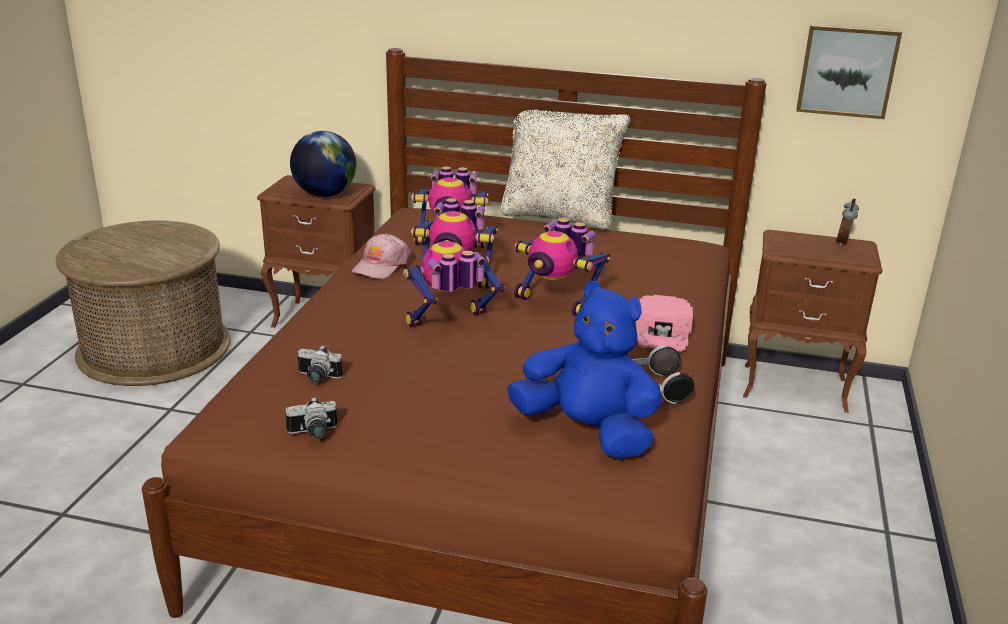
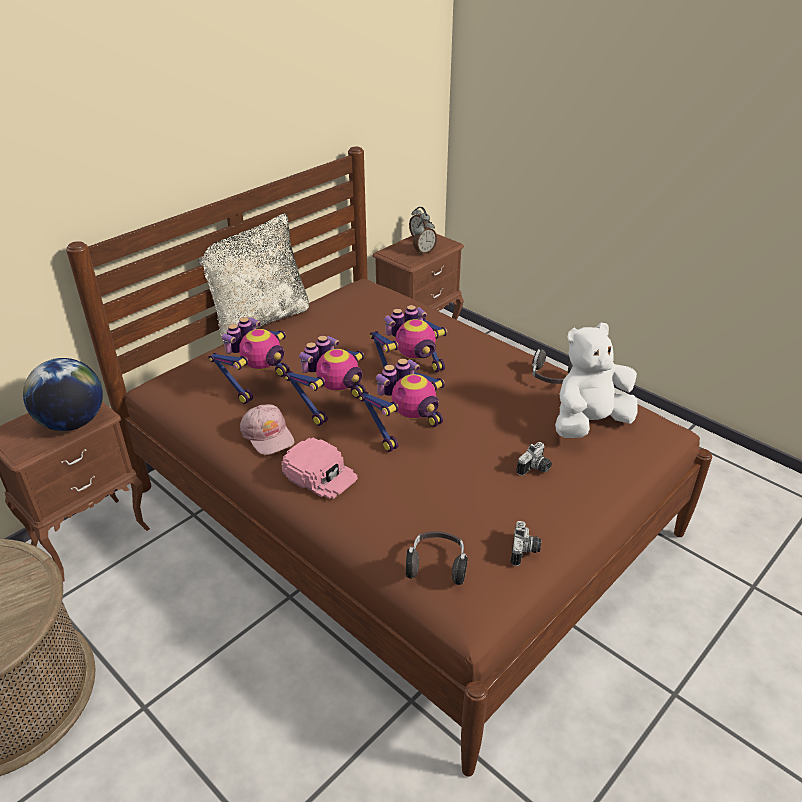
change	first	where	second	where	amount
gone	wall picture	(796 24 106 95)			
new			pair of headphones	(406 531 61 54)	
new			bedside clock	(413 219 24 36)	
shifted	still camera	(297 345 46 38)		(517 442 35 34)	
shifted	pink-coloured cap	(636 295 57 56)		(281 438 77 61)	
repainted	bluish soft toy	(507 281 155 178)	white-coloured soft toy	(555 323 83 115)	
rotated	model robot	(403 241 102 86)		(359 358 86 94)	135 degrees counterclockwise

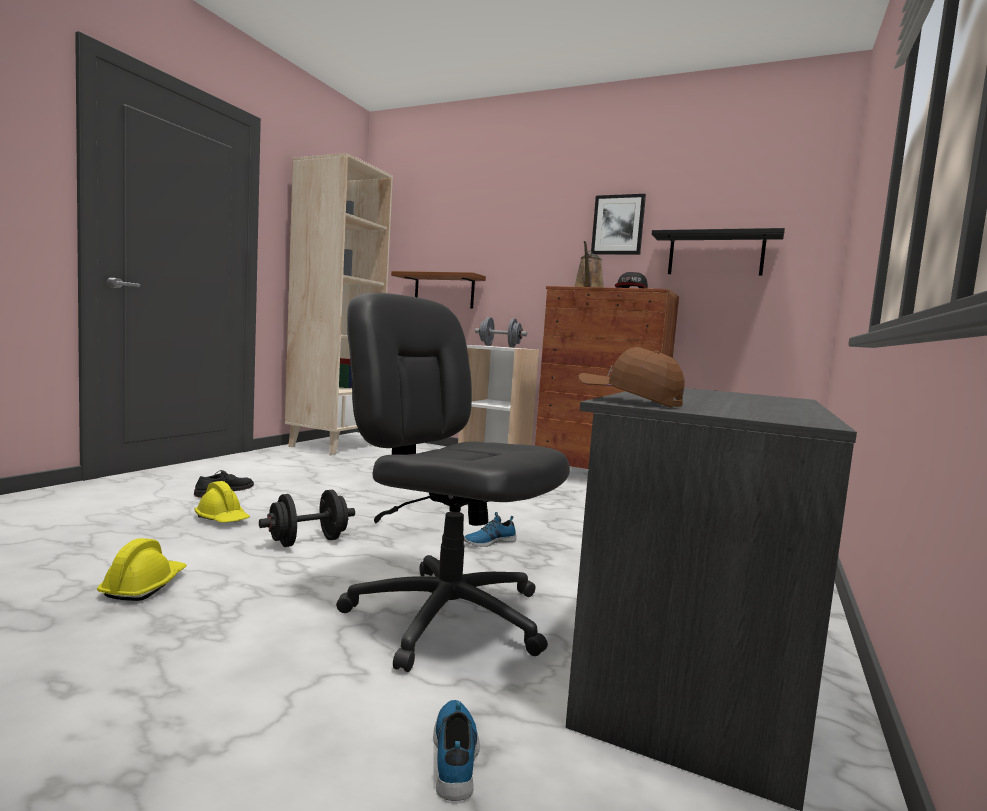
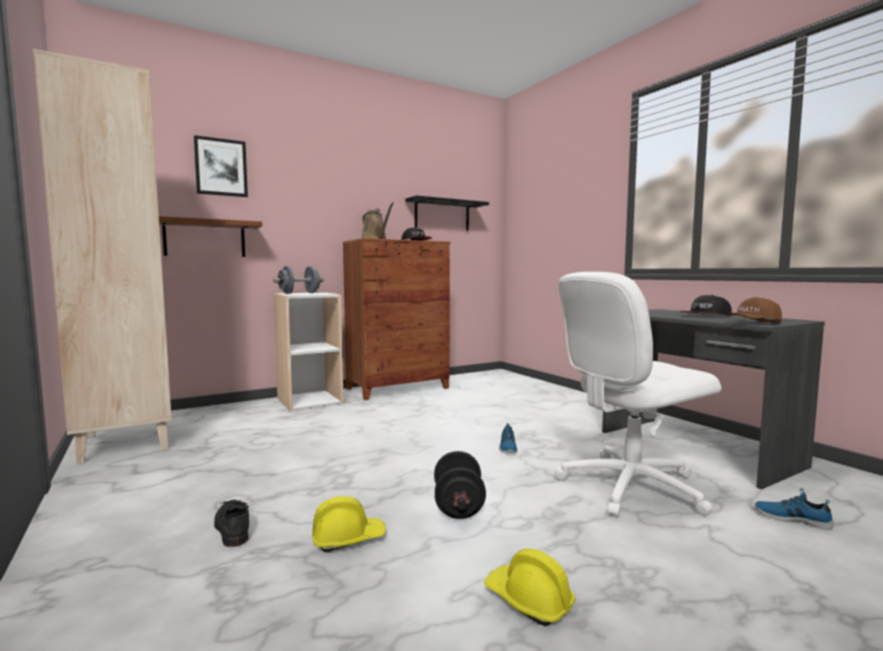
change	first	where	second	where	amount
new			cap	(680 295 52 20)	
shifted	wall picture	(591 194 55 61)		(194 135 54 62)	
repainted	blackish desk chair	(336 293 234 379)	white-coloured desk chair	(555 272 167 245)	

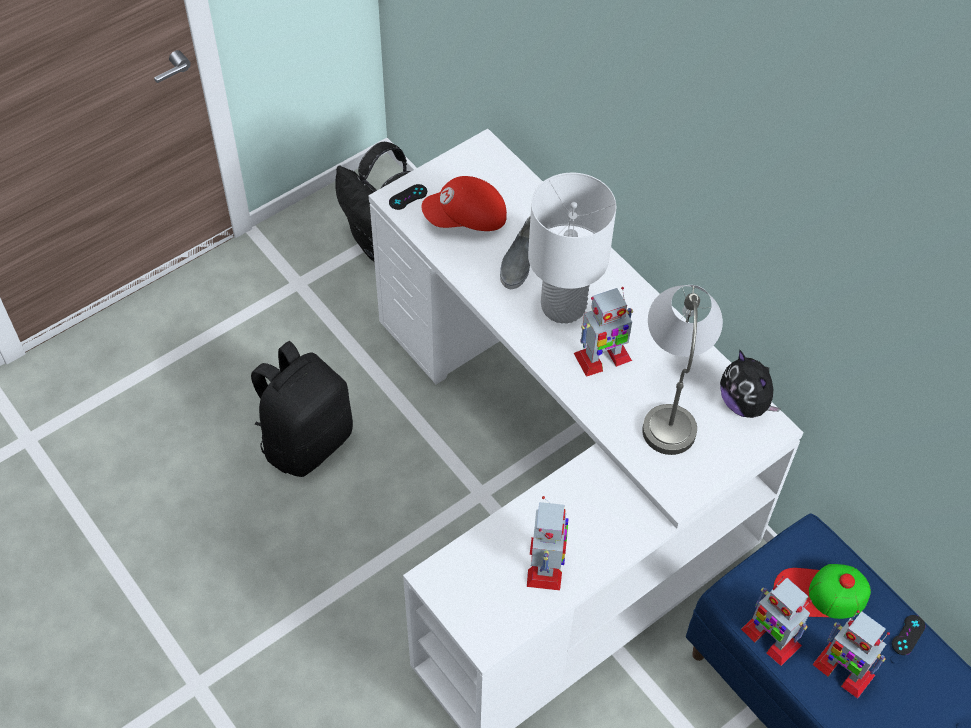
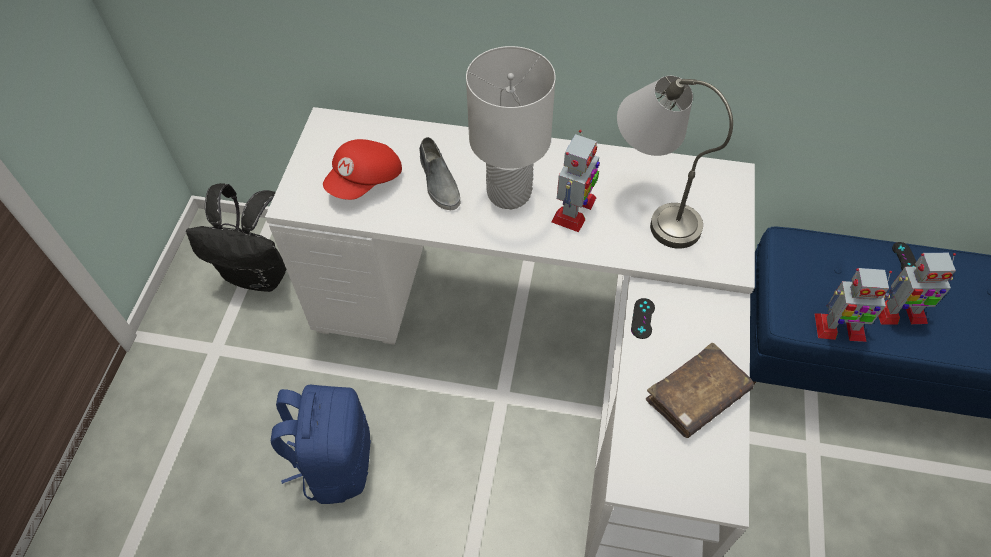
change	first	where	second	where	amount
gone	soft toy	(720 349 61 69)			
gone	cap	(773 564 98 55)			
shifted	blackish gamepad	(389 184 38 26)		(631 298 24 41)	
swapped	model robot	(527 496 42 94)	brown book	(646 343 108 95)	
repainted	blackish knapsack	(251 341 102 136)	bluish knapsack	(271 385 100 119)	

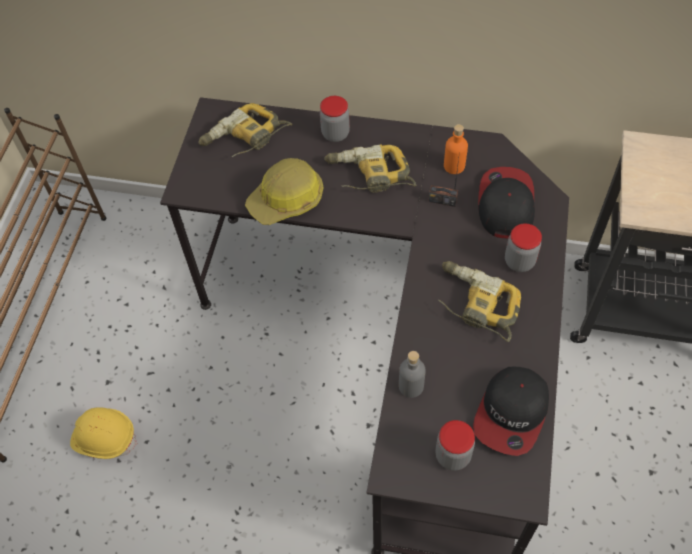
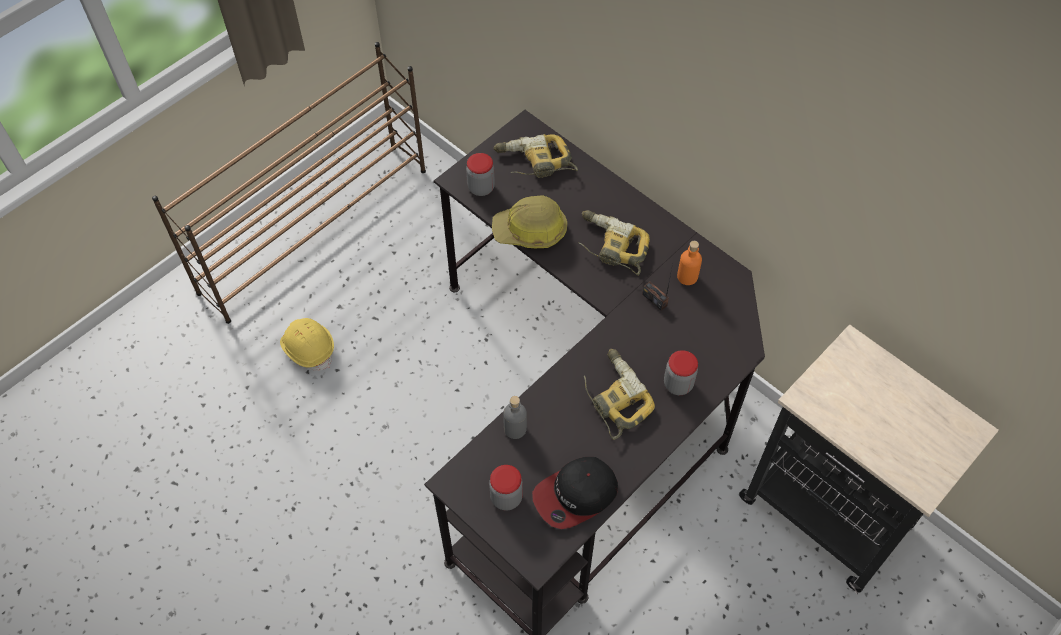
change	first	where	second	where	amount
gone	cap	(478 167 57 71)			
shifted	preserve jar	(320 96 30 46)		(466 153 29 43)	

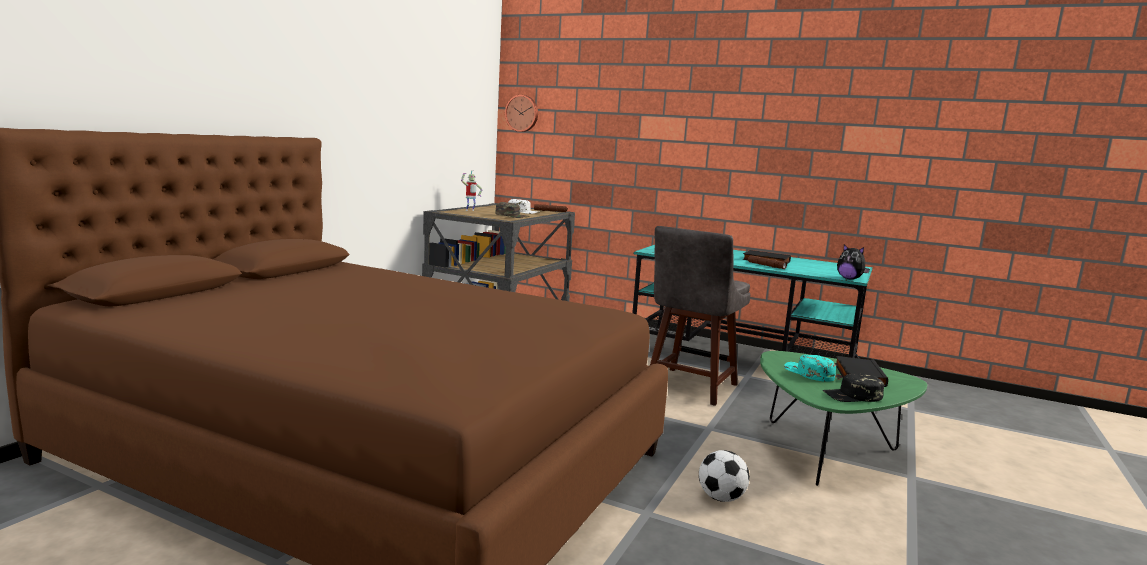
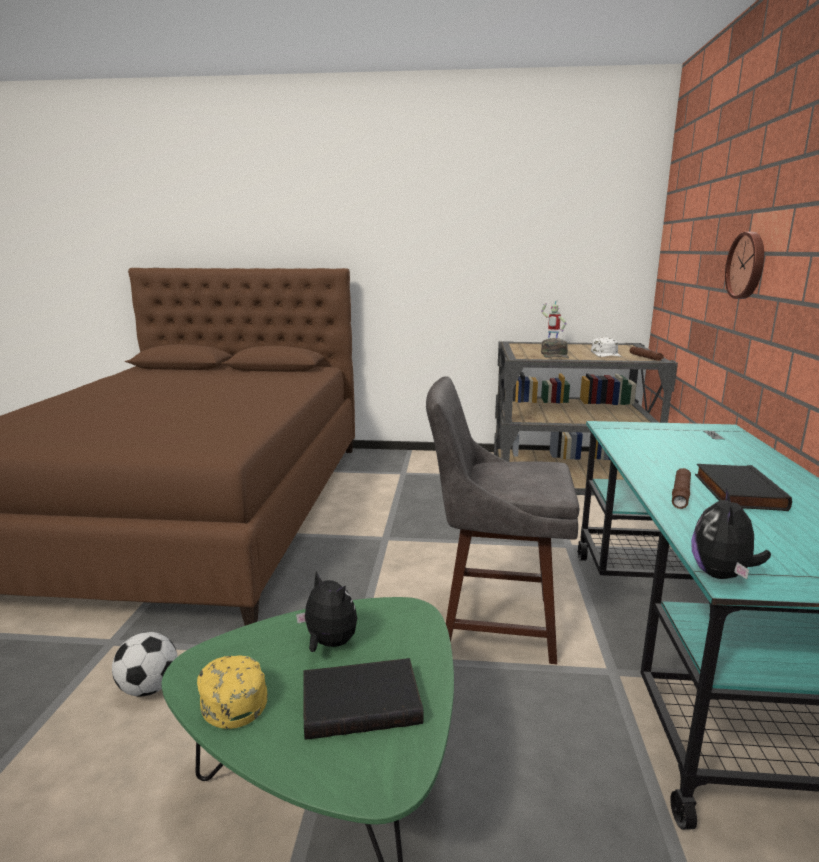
change	first	where	second	where	amount
shifted	wall clock	(505 95 33 37)		(725 232 39 67)	
swapped	turquoise-coloured cap	(784 355 52 27)	soft toy	(296 571 61 81)	
repainted	blackish cap	(823 373 61 29)	yellow-coloured cap	(197 655 70 74)	

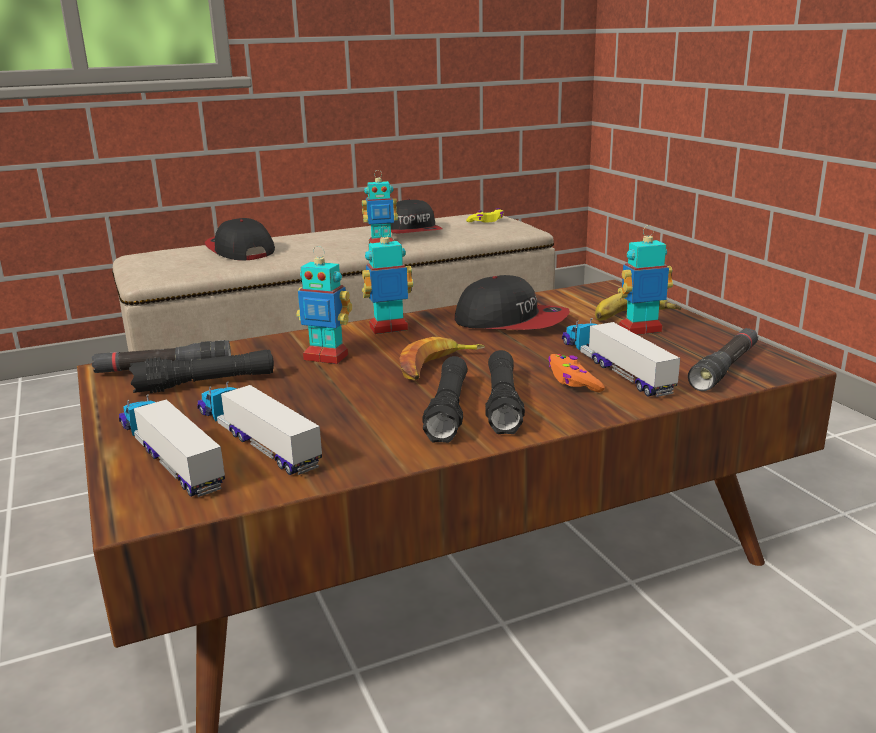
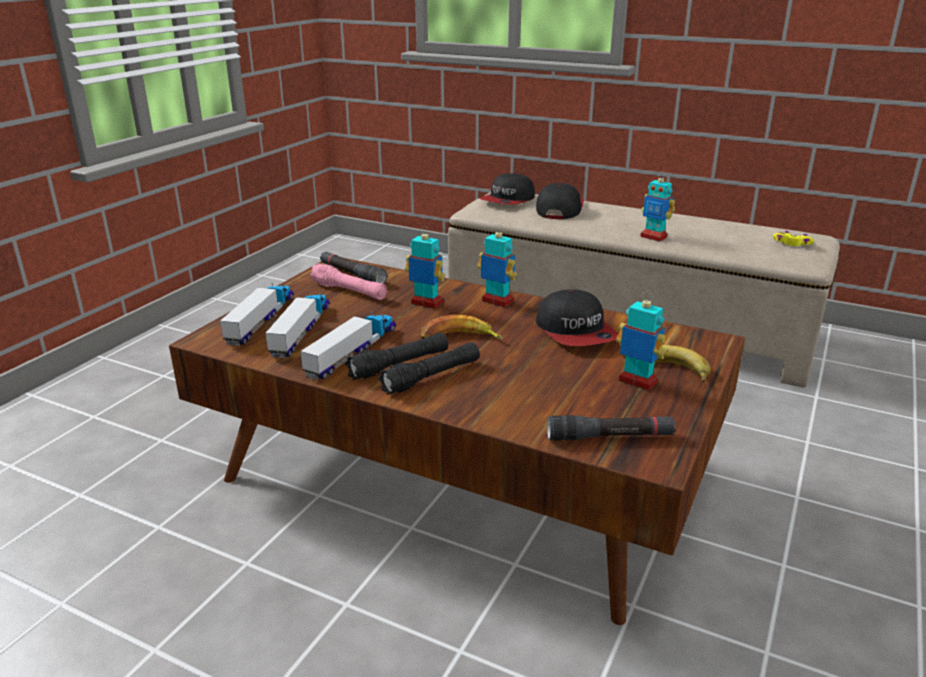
change	first	where	second	where	amount
gone	orangey gamepad	(548 354 57 38)			
shifted	cap	(391 198 52 35)		(480 173 55 32)	
shifted	model truck	(562 318 118 79)		(301 311 95 69)	
repainted	blackish torch	(129 349 145 44)	pink-coloured torch	(310 264 77 36)	
rotated	model robot	(296 246 56 118)		(405 226 40 83)	135 degrees clockwise

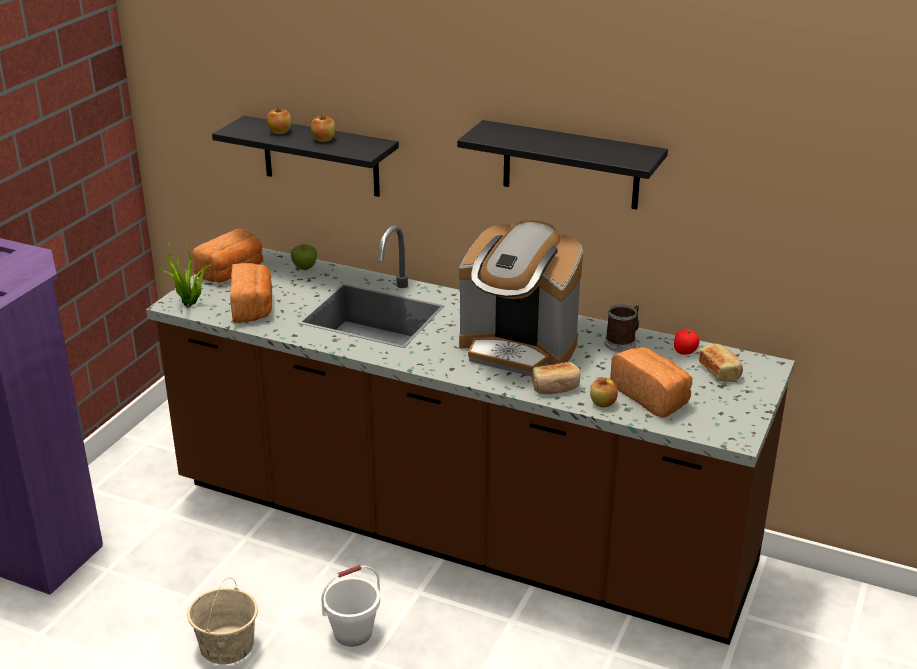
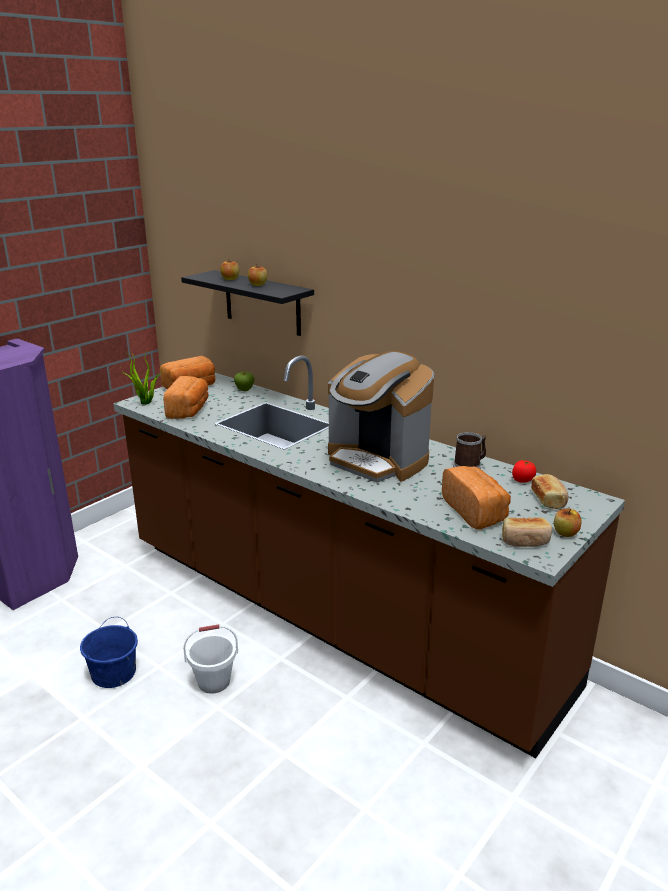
change	first	where	second	where	amount
gone	blackish shelf	(457 120 211 90)			
shifted	bakery bread	(532 362 49 32)		(502 517 50 30)	
shifted	apple fruit	(590 378 28 29)		(554 509 27 28)	
repainted	beige-coloured bucket	(187 578 71 86)	bluish bucket	(80 617 58 71)	

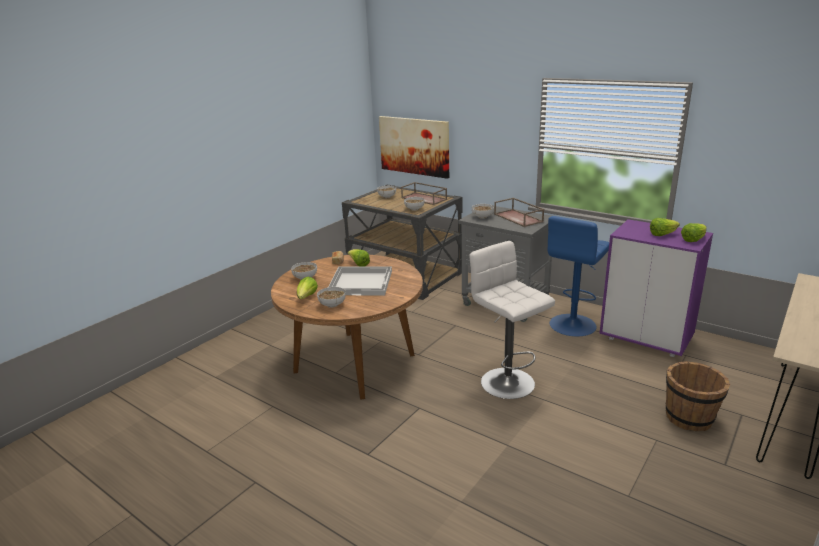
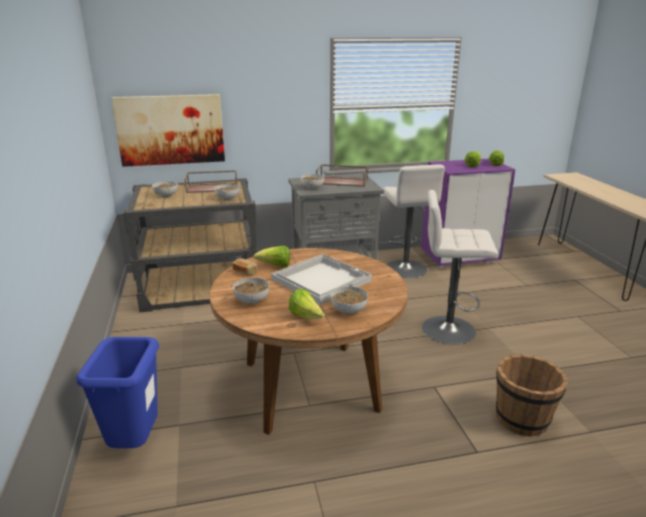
change	first	where	second	where	amount
new			bluish rubbish bin	(76 337 83 111)	
shifted	brown bucket	(665 361 65 70)		(496 354 72 83)	
repainted	bluish sitting stool	(548 216 61 120)	white-coloured sitting stool	(382 164 63 114)	

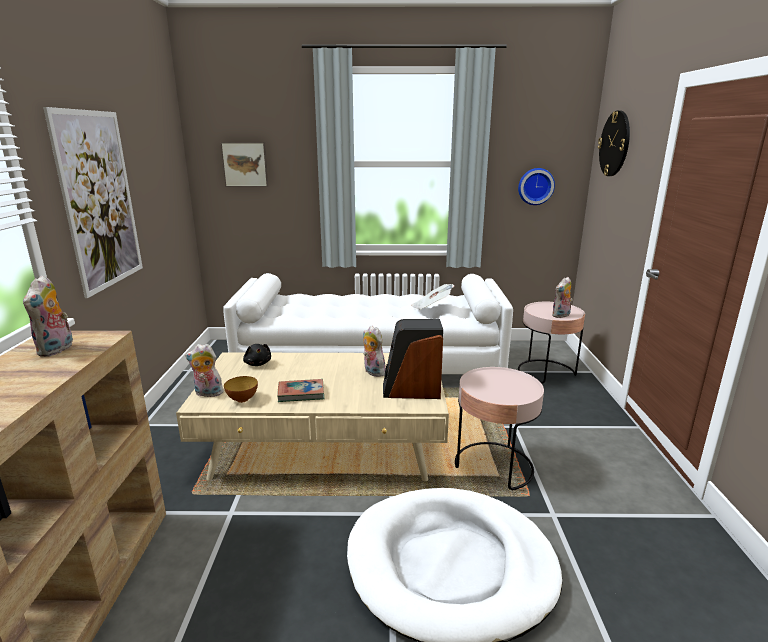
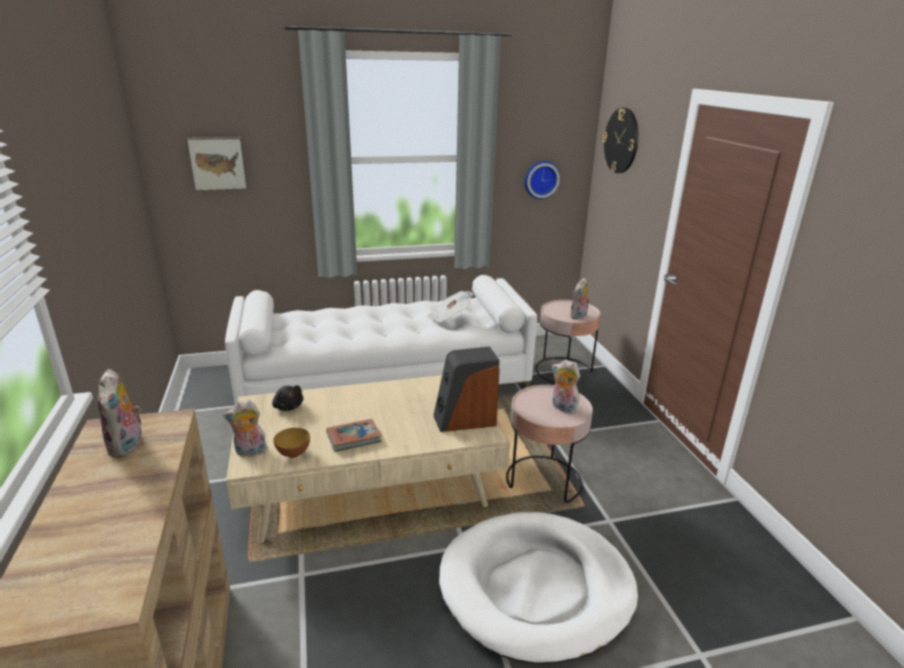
change	first	where	second	where	amount
gone	wall picture	(43 107 100 191)			
shifted	soft toy	(363 325 22 52)		(552 360 28 54)	

